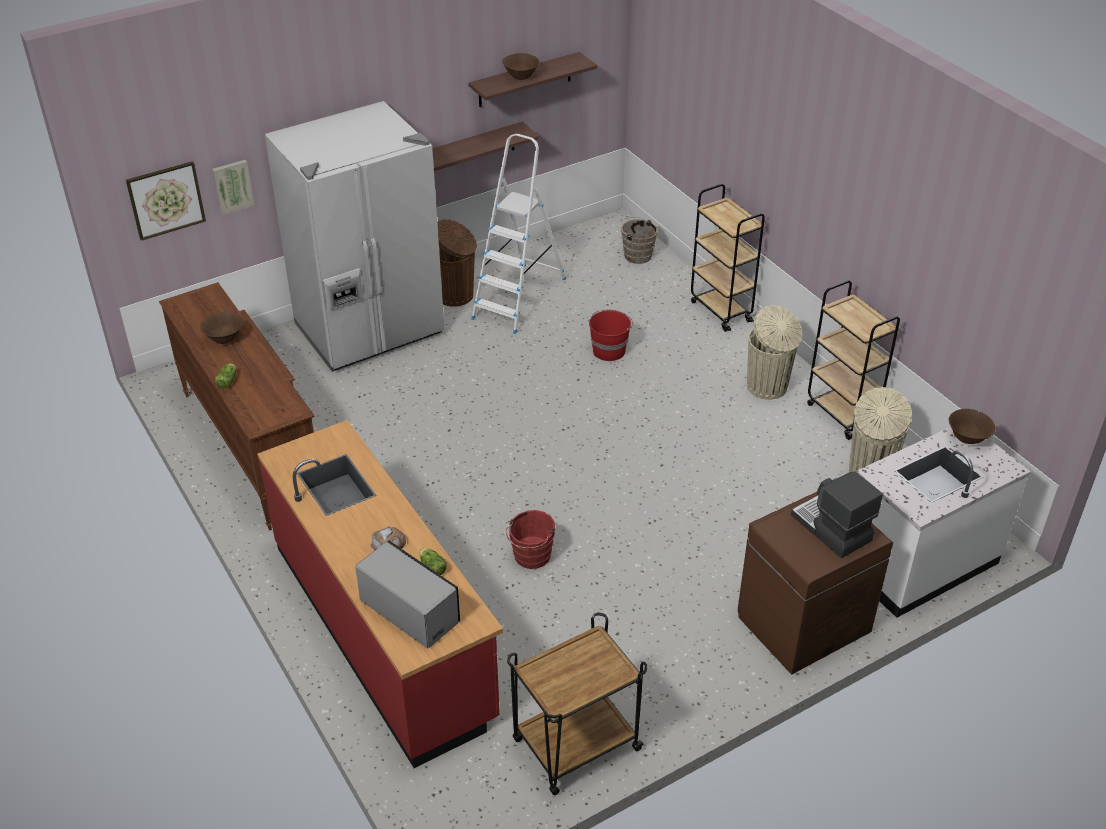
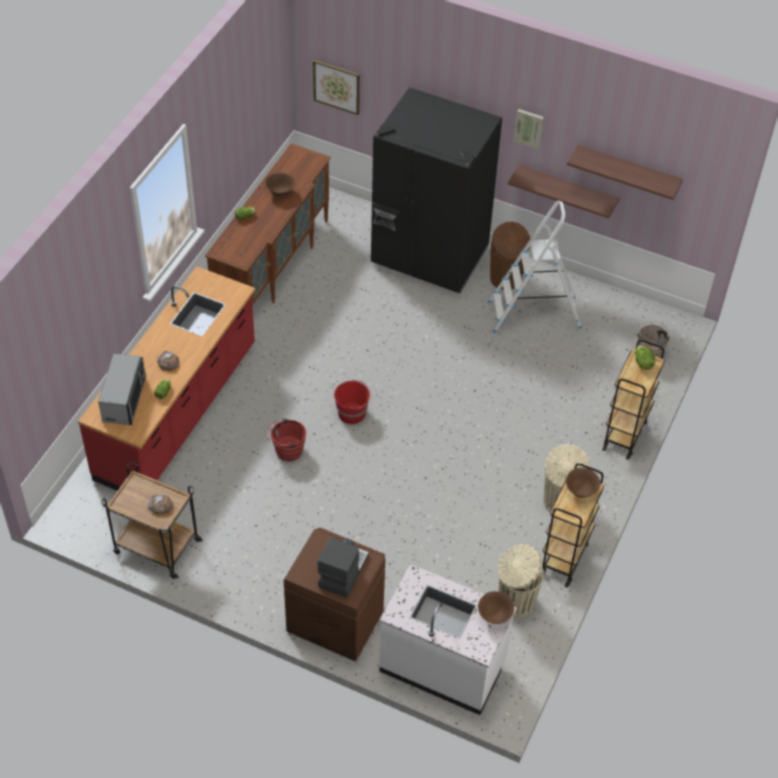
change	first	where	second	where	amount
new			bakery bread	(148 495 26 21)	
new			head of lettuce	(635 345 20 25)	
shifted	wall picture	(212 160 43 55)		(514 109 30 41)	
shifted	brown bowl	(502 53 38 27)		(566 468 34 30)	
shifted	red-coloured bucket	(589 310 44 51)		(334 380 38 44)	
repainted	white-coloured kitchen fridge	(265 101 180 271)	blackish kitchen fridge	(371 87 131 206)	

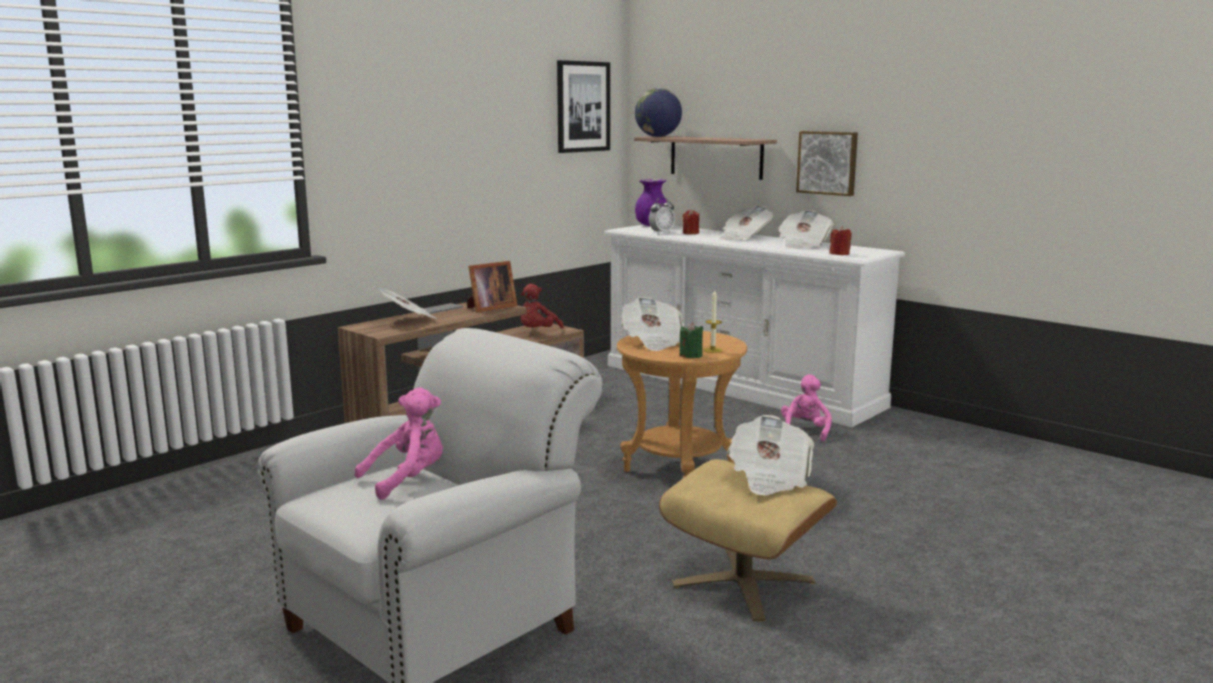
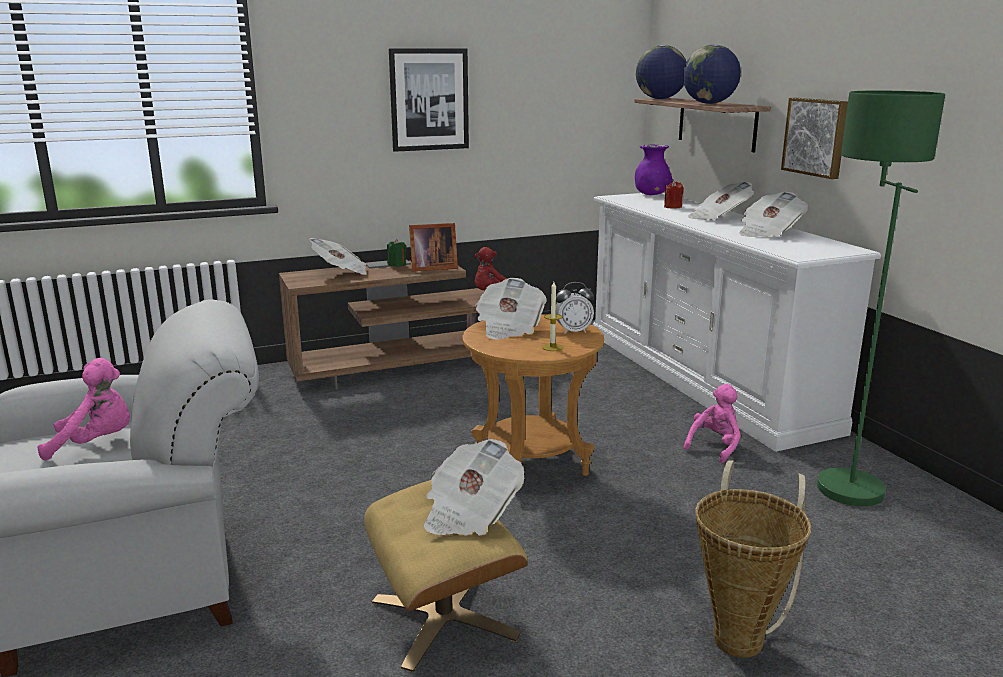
change	first	where	second	where	amount
gone	red-coloured wax light	(829 226 23 29)			
new			globe	(683 45 58 59)	
new			storage basket	(695 460 116 198)	
new			green standing lamp	(817 91 128 415)	
shifted	wall picture	(557 60 53 93)		(389 49 80 103)	
shifted	bedside clock	(649 198 26 36)		(556 282 38 52)	
shifted	green wax light	(679 323 24 35)		(387 239 20 28)	

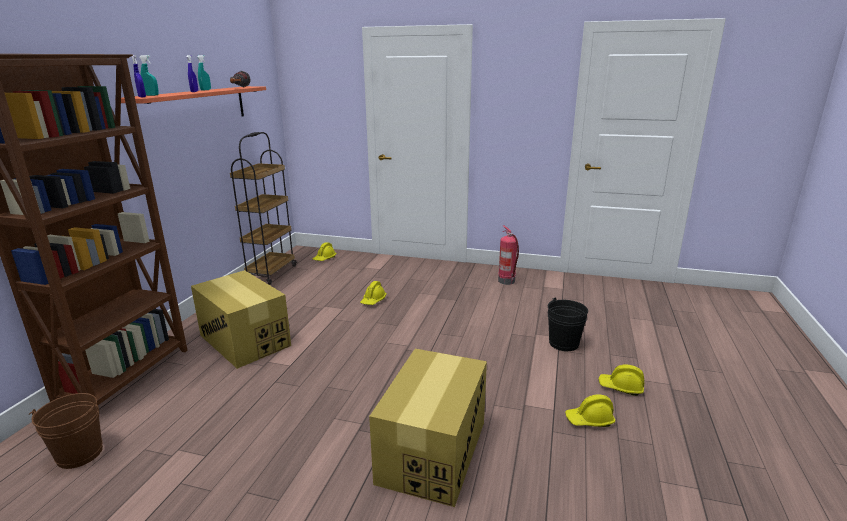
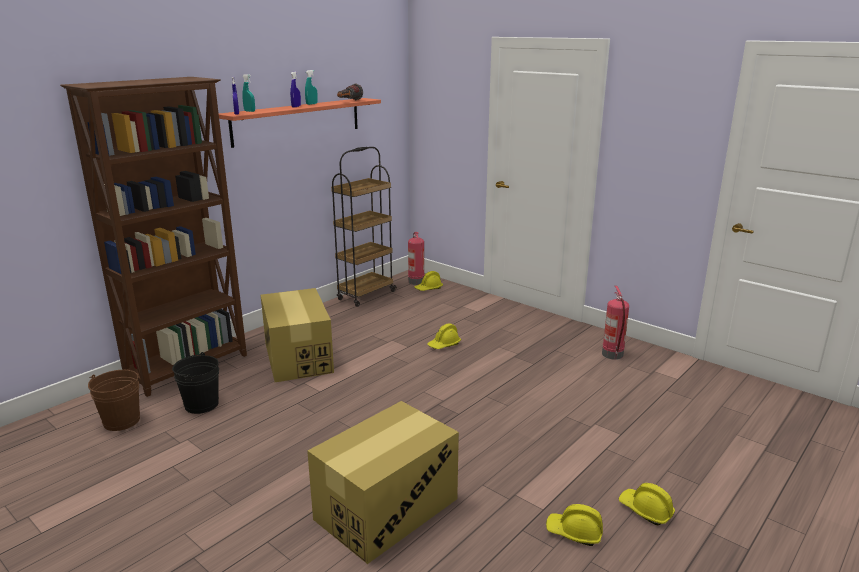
change	first	where	second	where	amount
new			extinguisher	(408 232 17 53)	
shifted	blackish bucket	(548 297 40 54)		(172 352 47 62)	

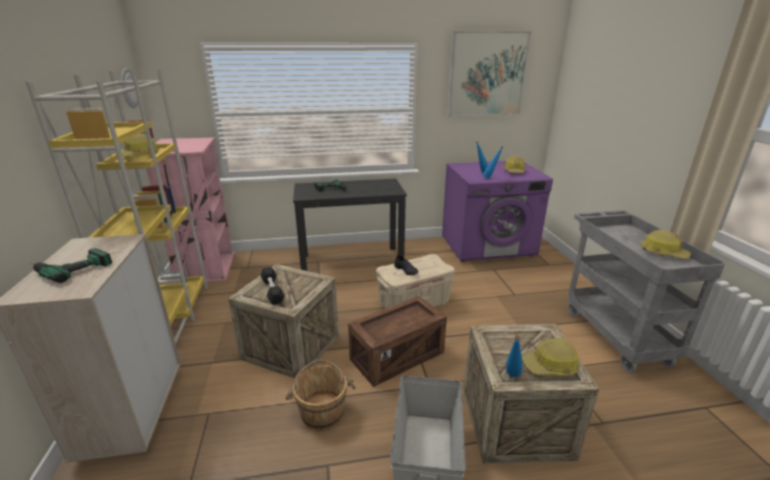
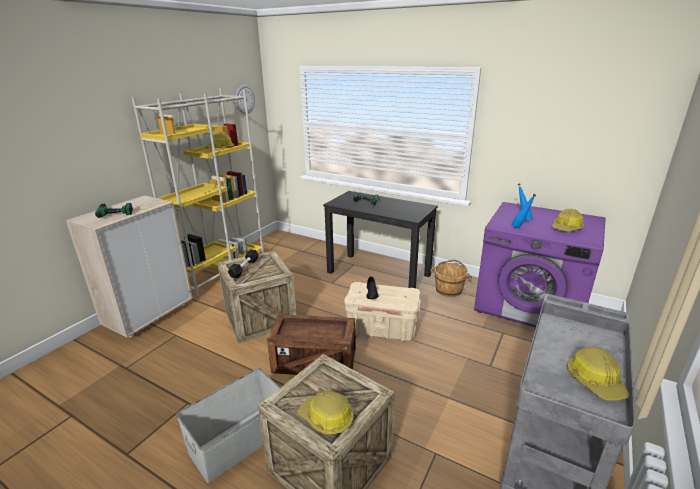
change	first	where	second	where	amount
gone	pink-coloured bookshelf	(146 137 89 146)			
gone	wall picture	(447 31 84 86)			
gone	bluish drink bottle	(506 335 17 42)			
shifted	brown bucket	(285 359 71 71)		(430 260 42 37)	

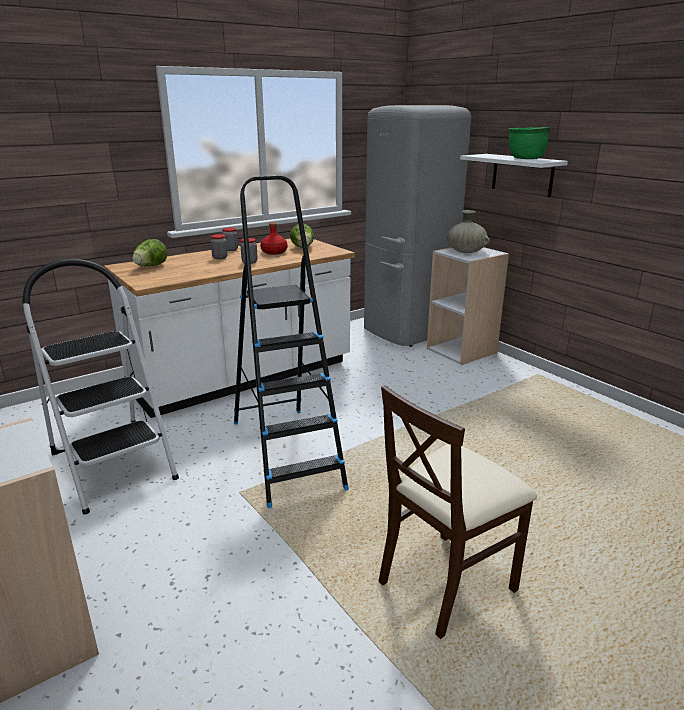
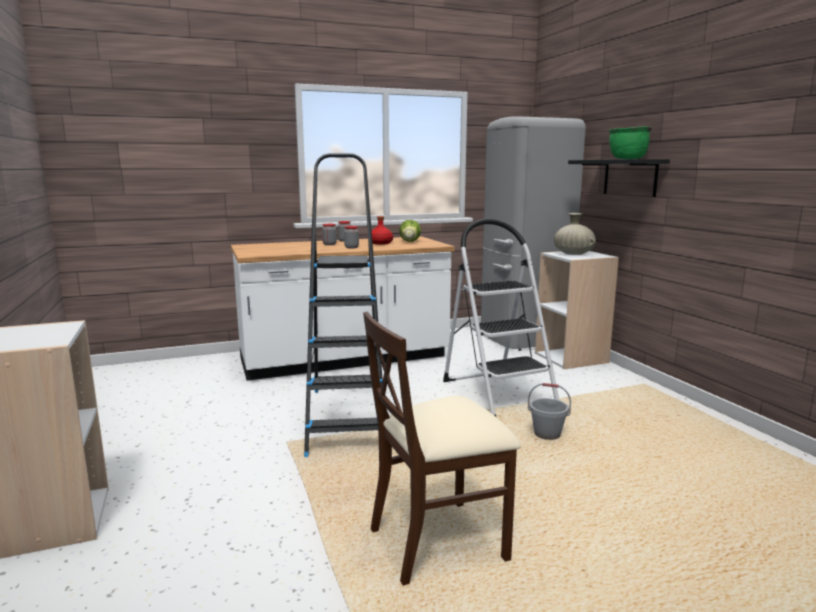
change	first	where	second	where	amount
gone	head of lettuce	(132 239 35 27)			
new			greyish bucket	(528 383 43 57)	
shifted	step ladder	(22 259 157 255)		(443 219 116 198)	
repainted	white-coloured shelf	(460 154 108 43)	blackish shelf	(568 159 102 38)	

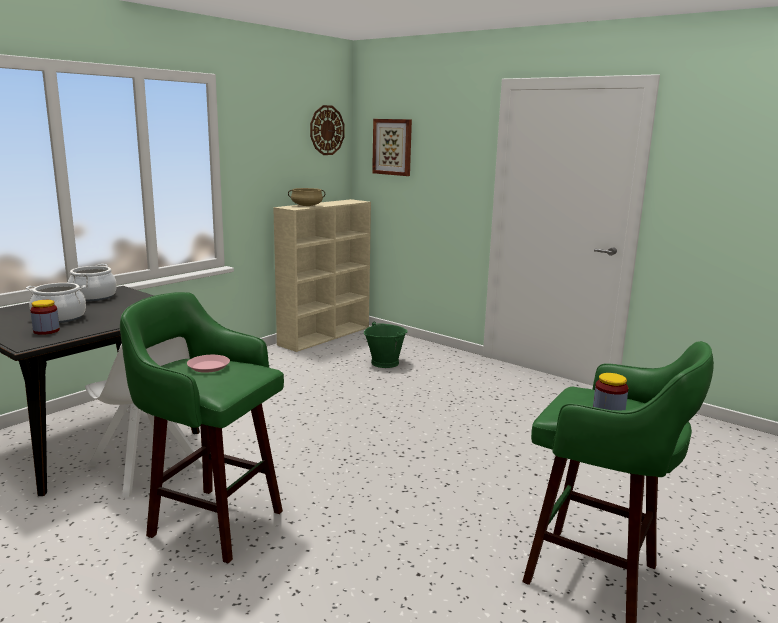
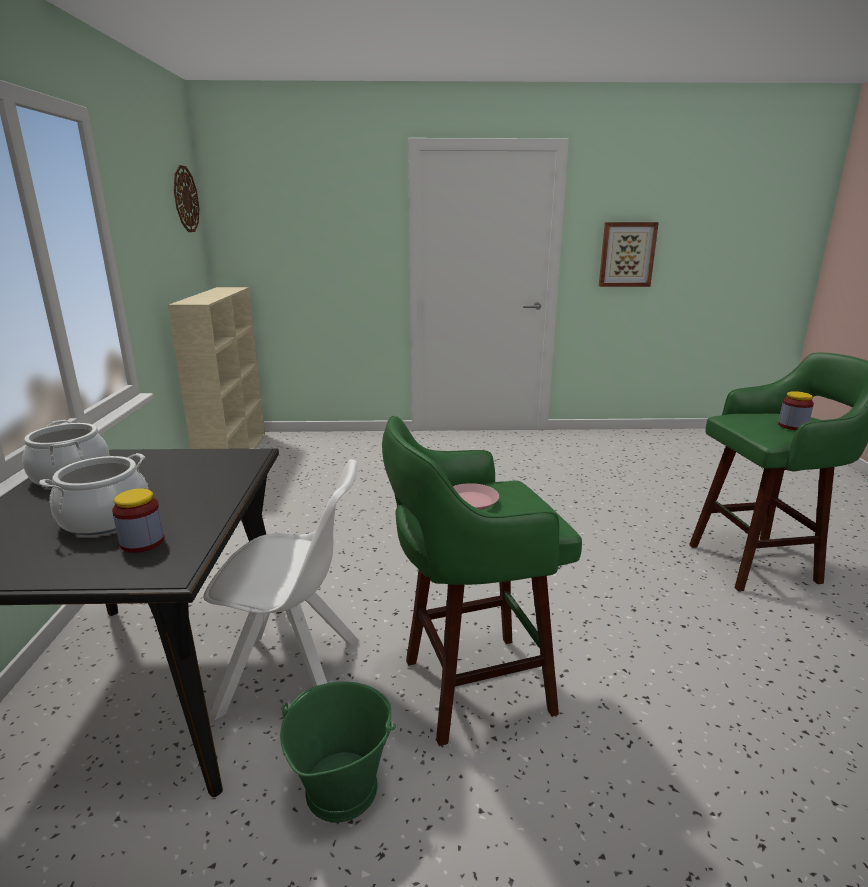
change	first	where	second	where	amount
gone	beige-coloured stockpot	(288 188 37 18)			
shifted	green bucket	(364 321 44 47)		(280 681 116 142)	
shifted	wall picture	(372 119 40 57)		(599 222 60 65)	

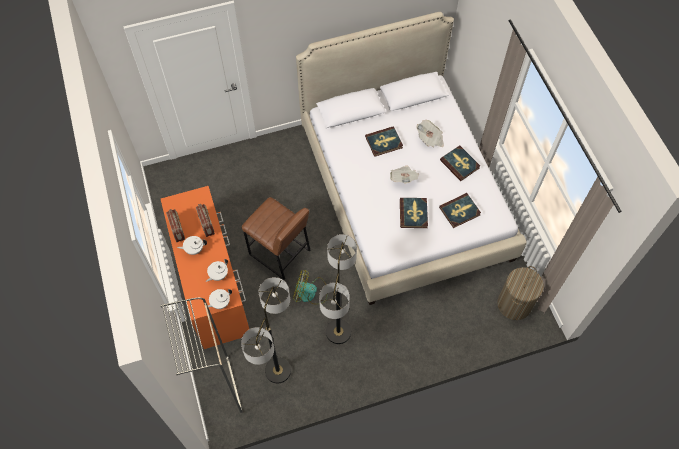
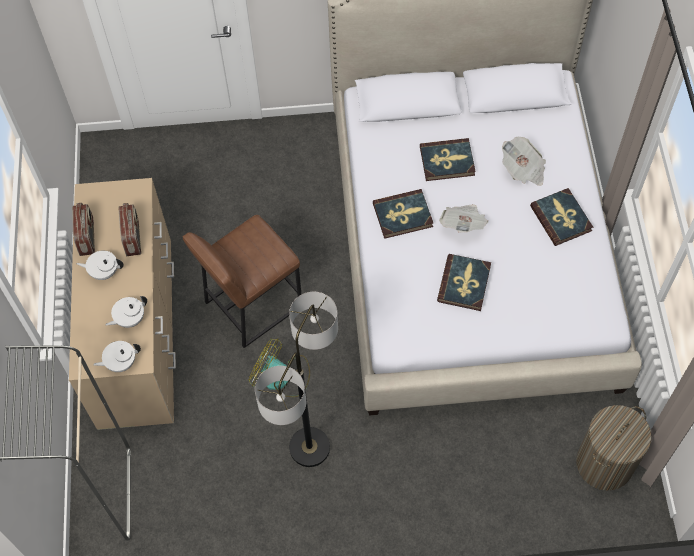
change	first	where	second	where	amount
gone	standing lamp	(241 277 50 106)			
shifted	book	(439 193 42 35)		(373 189 60 50)	
repainted	orangey chest of drawers	(161 186 88 163)	beige-coloured chest of drawers	(69 178 107 252)	
rotated	brown chair	(242 197 69 83)		(182 215 119 133)	90 degrees clockwise

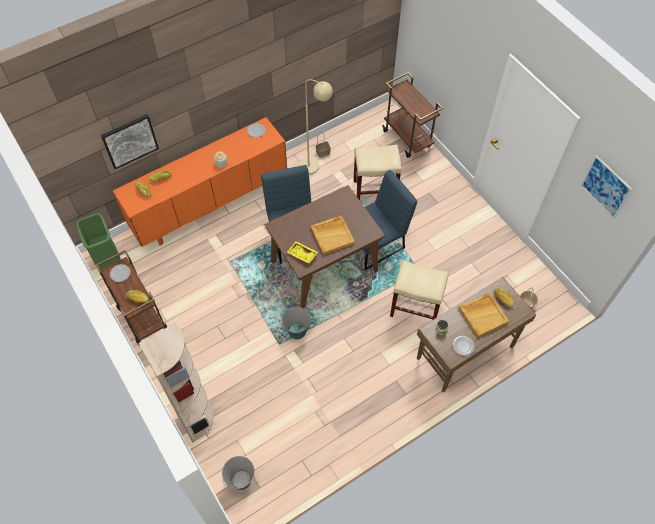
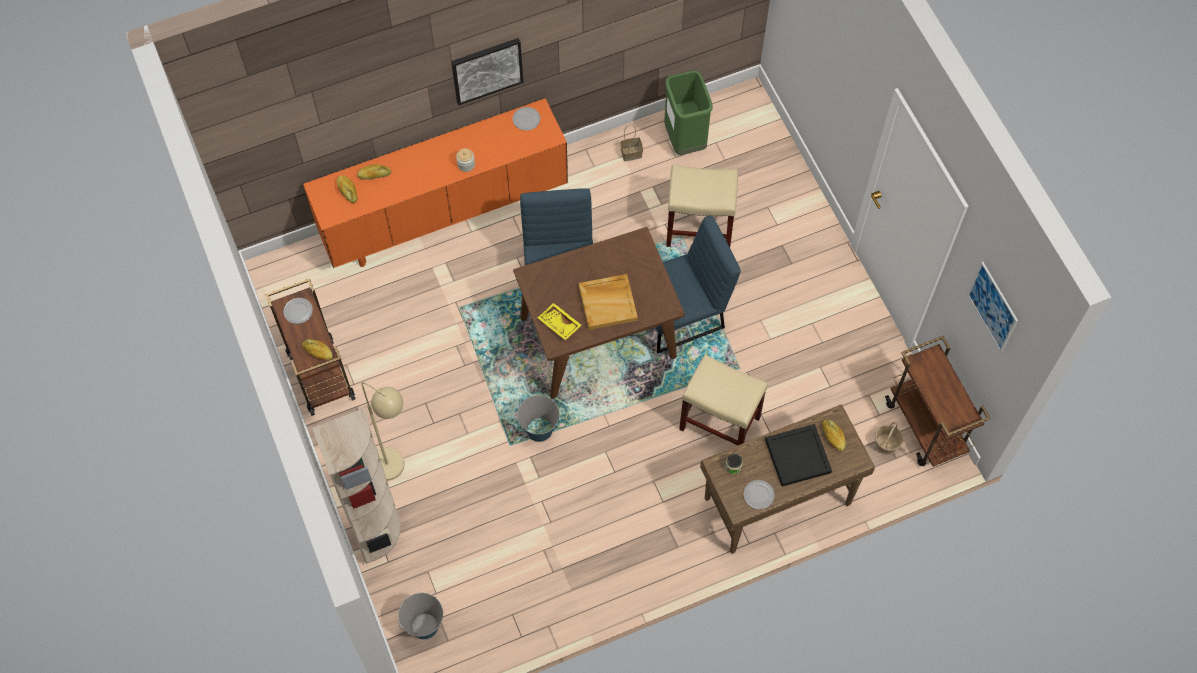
change	first	where	second	where	amount
shifted	green rubbish bin	(76 213 45 57)		(664 70 49 85)	
shifted	wall picture	(101 114 58 55)		(451 38 72 67)	
shifted	beige-coloured standing lamp	(299 79 34 96)		(361 382 44 99)	
shifted	brown trolley	(382 72 61 86)		(885 335 106 131)	
repainted	beige-coloured serving tray	(458 292 51 46)	blackish serving tray	(765 424 67 62)	

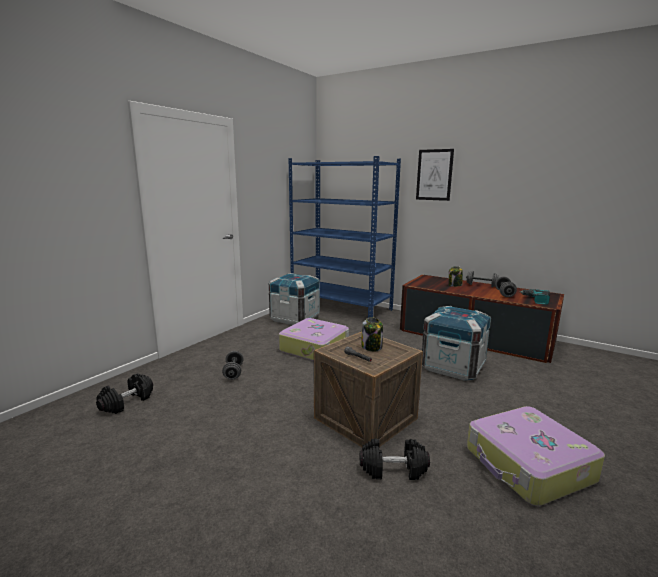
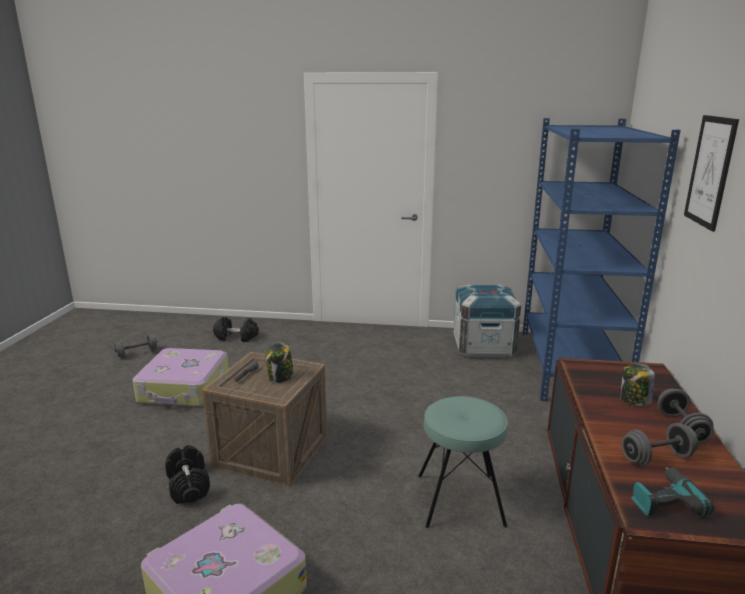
change	first	where	second	where	amount
shifted	greyish free weight	(222 351 22 29)		(114 334 43 24)	
shifted	piece of luggage	(279 318 70 43)		(132 348 97 59)	
swapped	shipping crate	(422 306 69 75)	turquoise-coloured sitting stool	(418 396 90 132)	

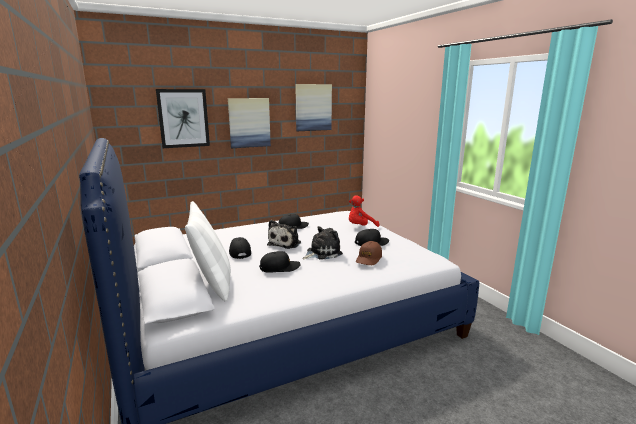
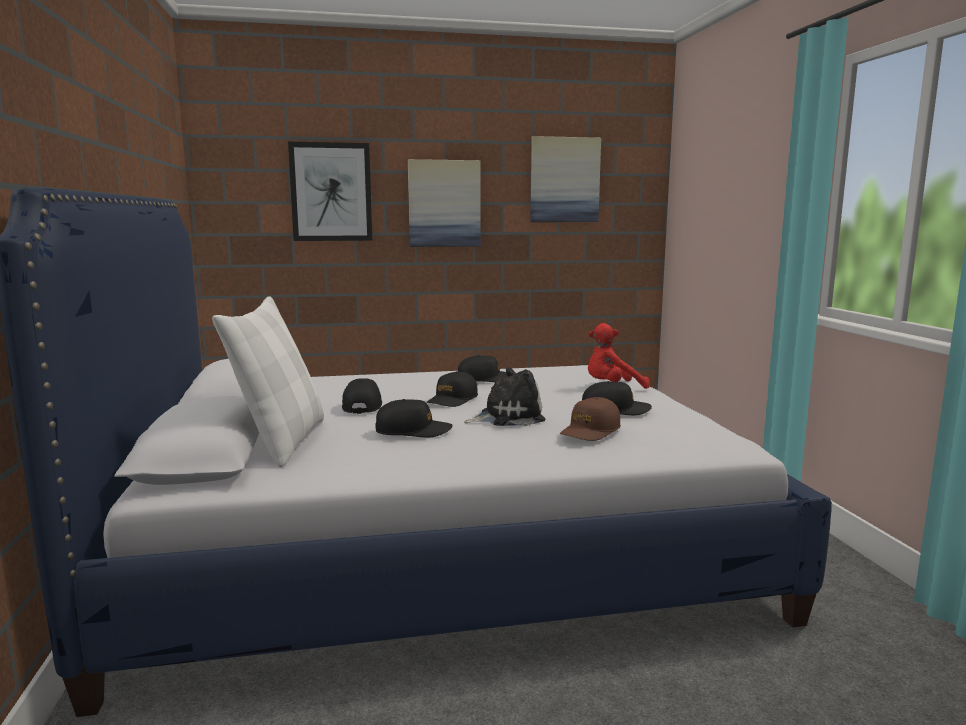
change	first	where	second	where	amount
swapped	soft toy	(267 220 34 29)	blackish cap	(427 371 51 36)	

